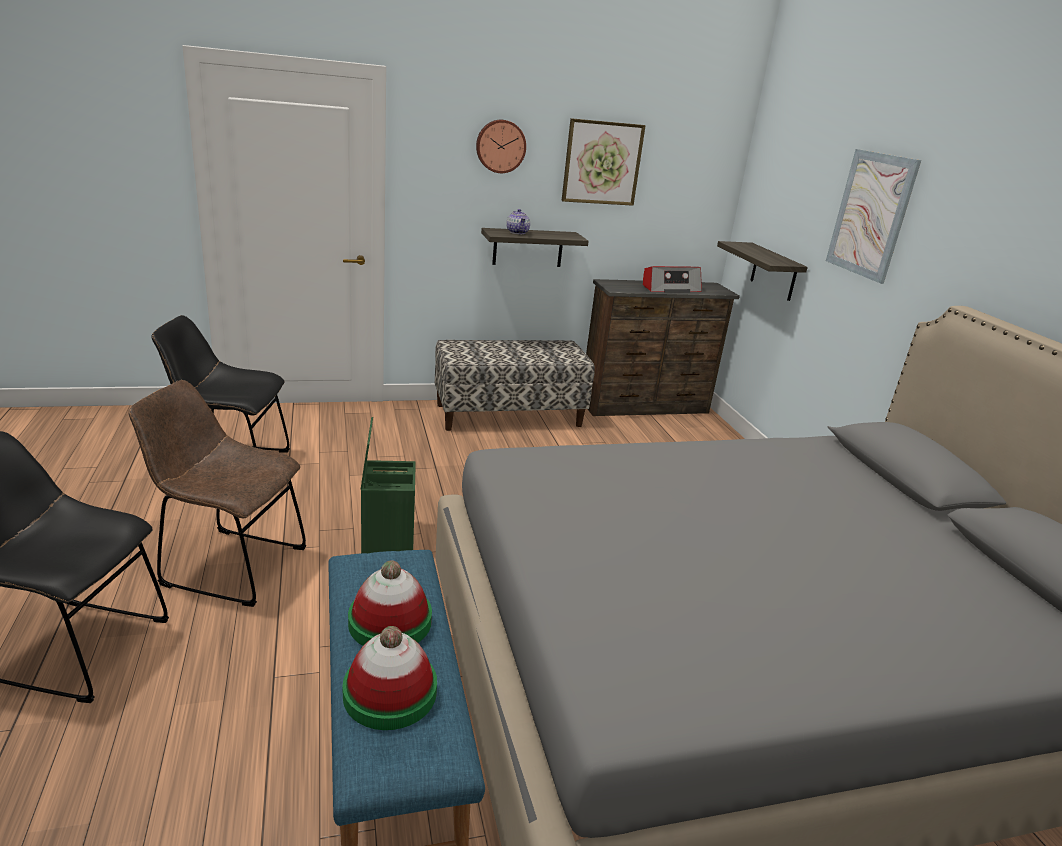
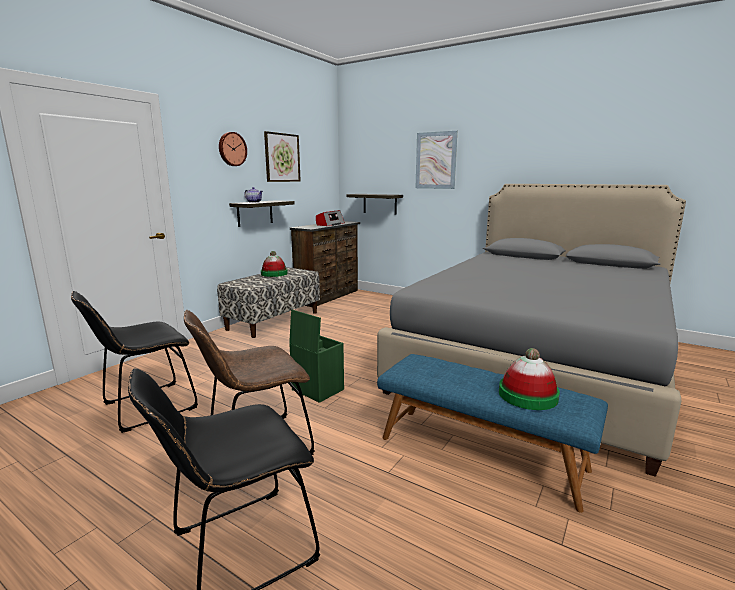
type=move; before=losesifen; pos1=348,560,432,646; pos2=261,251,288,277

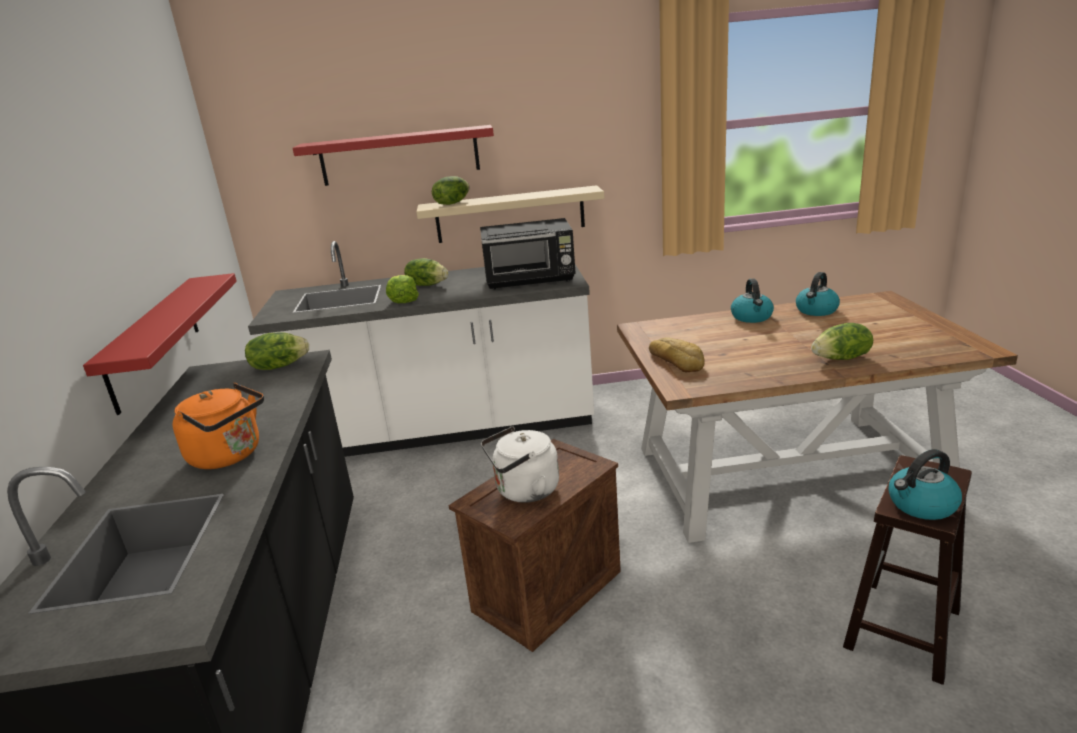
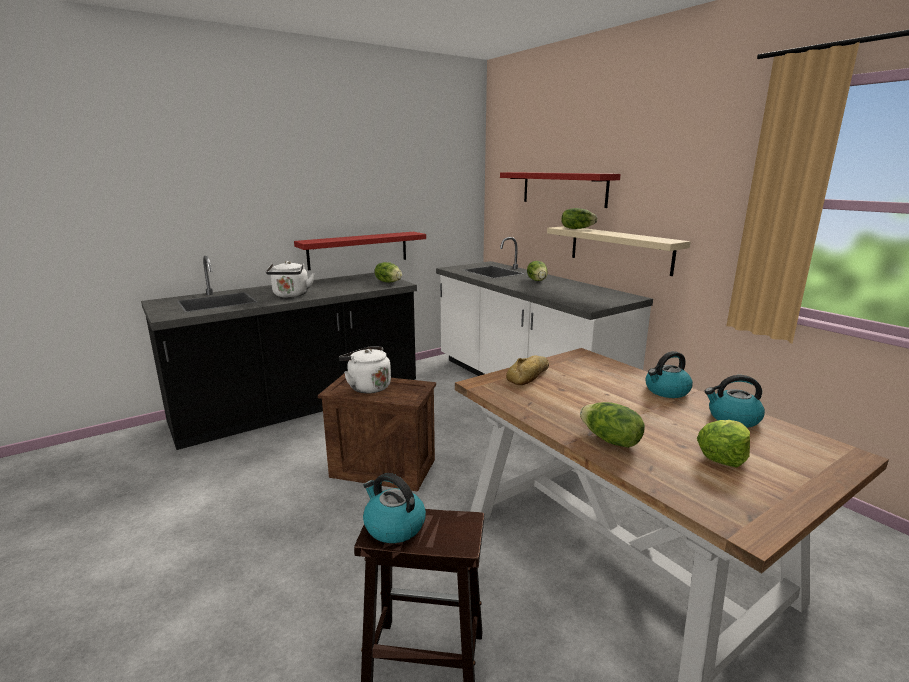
type=delete; before=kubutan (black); pos1=480,218,576,290
type=move; before=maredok; pos1=386,275,419,303; pos2=697,420,750,468
type=recolor; before=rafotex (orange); after=rafotex (white); pos1=173,383,264,469; pos2=266,261,315,298

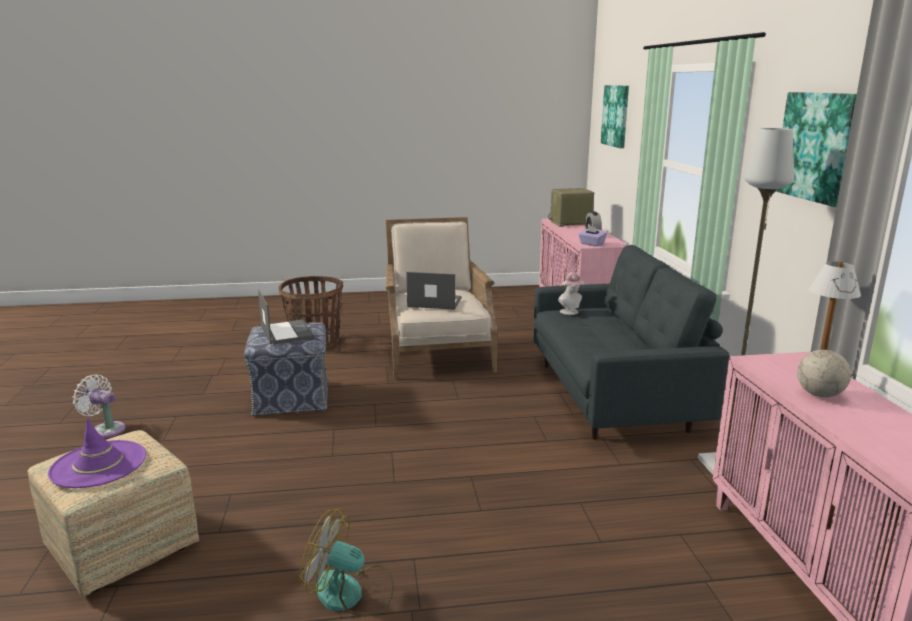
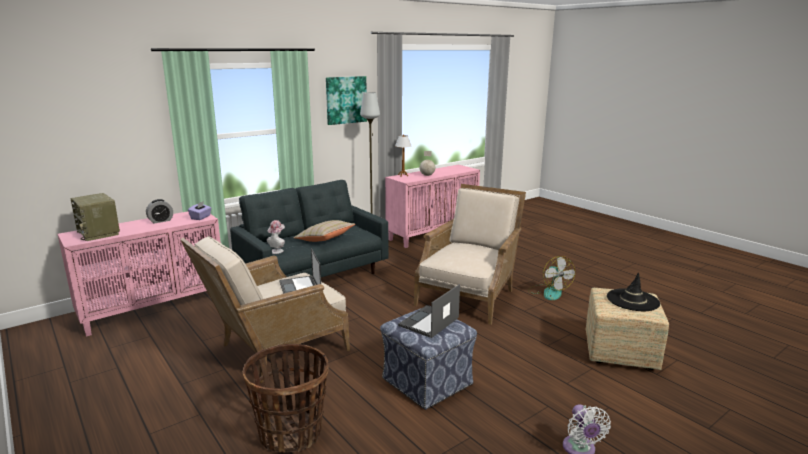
type=delete; before=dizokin; pos1=601,85,629,148
type=insert; after=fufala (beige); pos2=294,220,355,242
type=insert; after=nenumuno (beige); pos2=414,184,526,325
type=recolor; before=losesifen (purple); after=losesifen (black); pos1=48,418,146,488; pos2=607,272,660,311

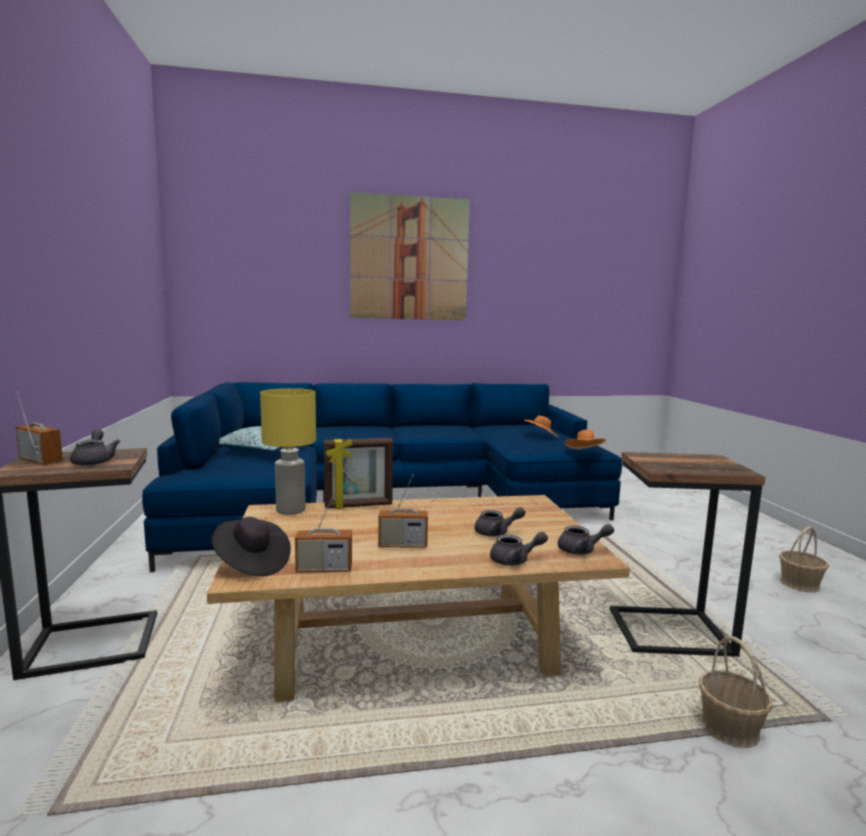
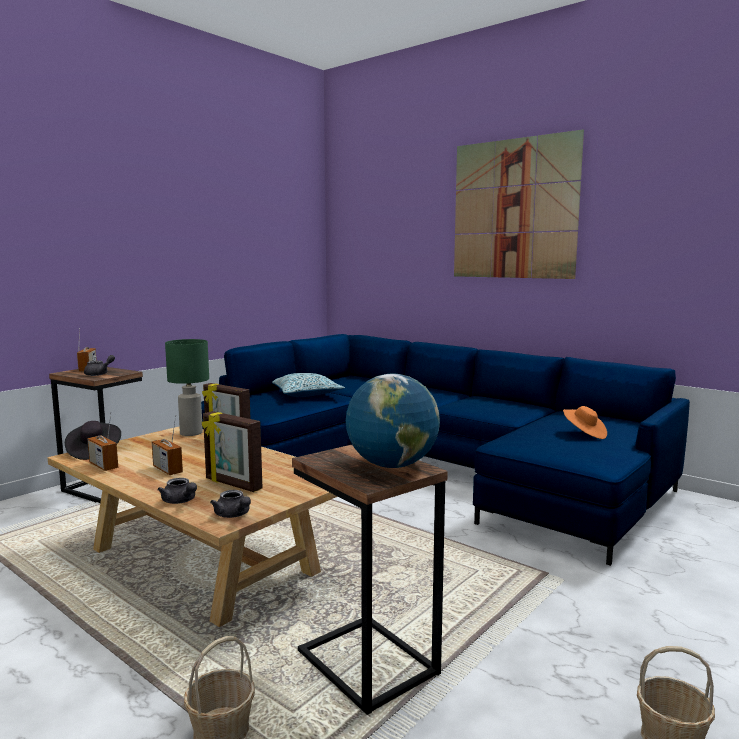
type=delete; before=losesifen (orange); pos1=564,430,606,449
type=insert; after=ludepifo; pos2=346,373,440,468
type=replace; before=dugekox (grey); after=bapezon; pos1=475,507,526,537; pos2=202,411,263,492
type=recolor; before=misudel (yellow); after=misudel (green); pos1=260,388,316,515; pos2=165,339,209,436

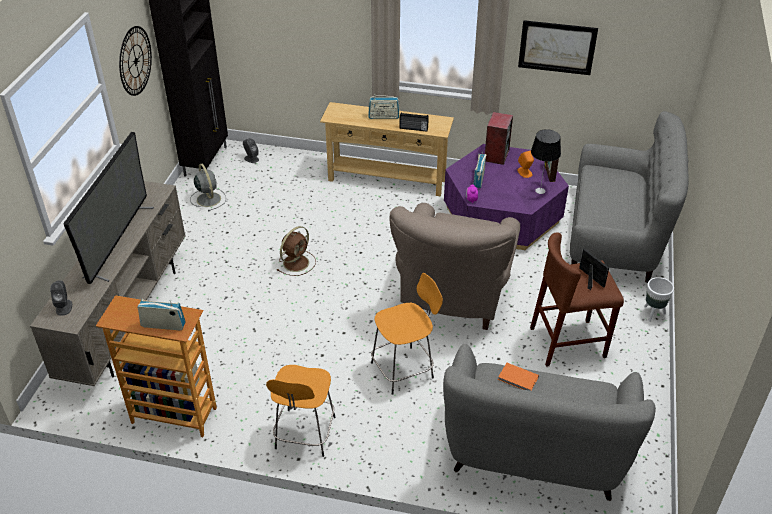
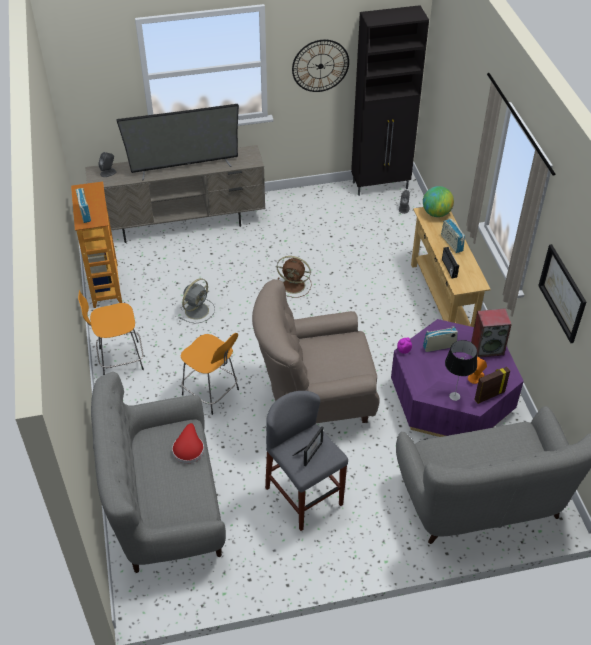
type=delete; before=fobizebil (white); pos1=644,277,674,322
type=insert; after=ludepifo; pos2=423,186,454,217
type=move; before=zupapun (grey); pos1=190,164,226,211; pos2=180,278,215,323
type=replace; before=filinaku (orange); after=losesifen (red); pos1=498,363,539,391; pos2=172,423,204,463
type=recolor; before=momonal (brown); after=momonal (grey); pos1=530,232,624,367; pos2=265,391,348,531

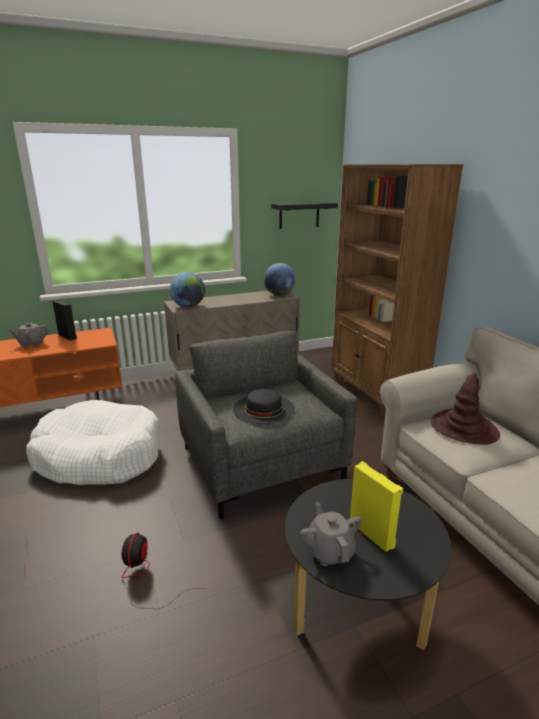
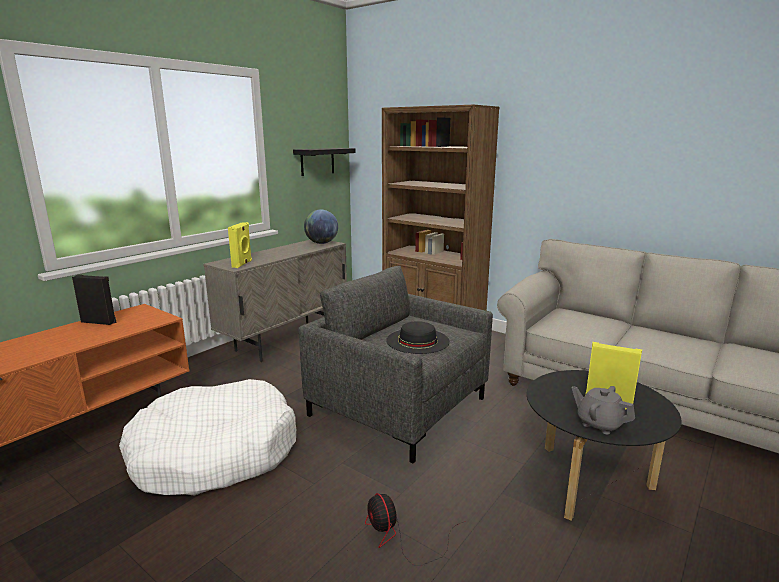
type=delete; before=dugekox (grey); pos1=9,323,49,348
type=delete; before=losesifen (brown); pos1=431,373,500,445
type=replace; before=ludepifo; after=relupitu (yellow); pos1=170,272,205,307; pos2=228,222,252,268

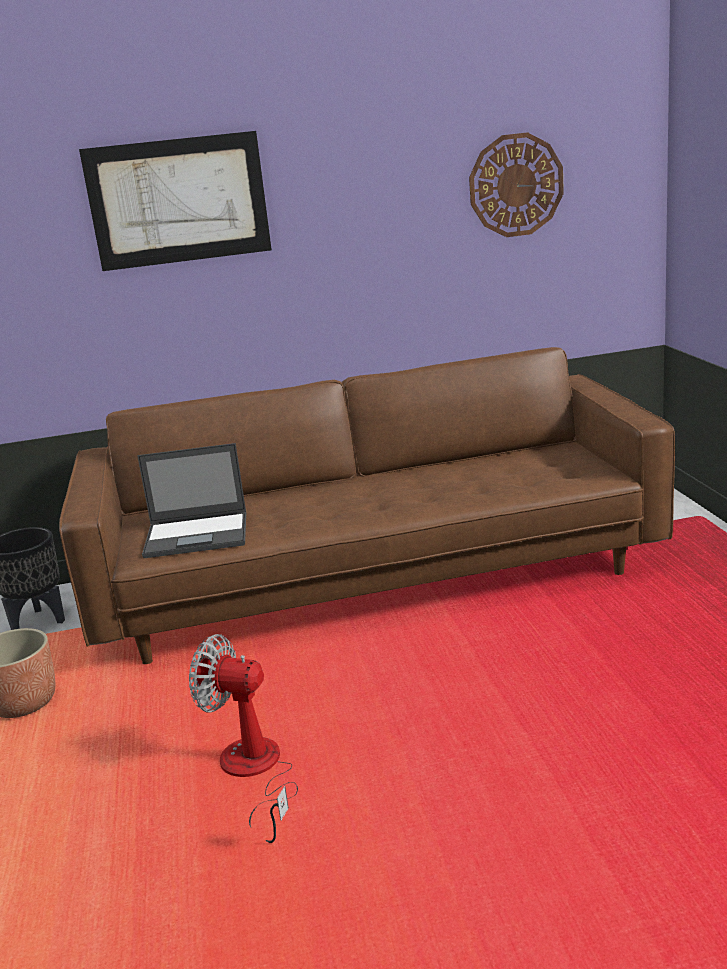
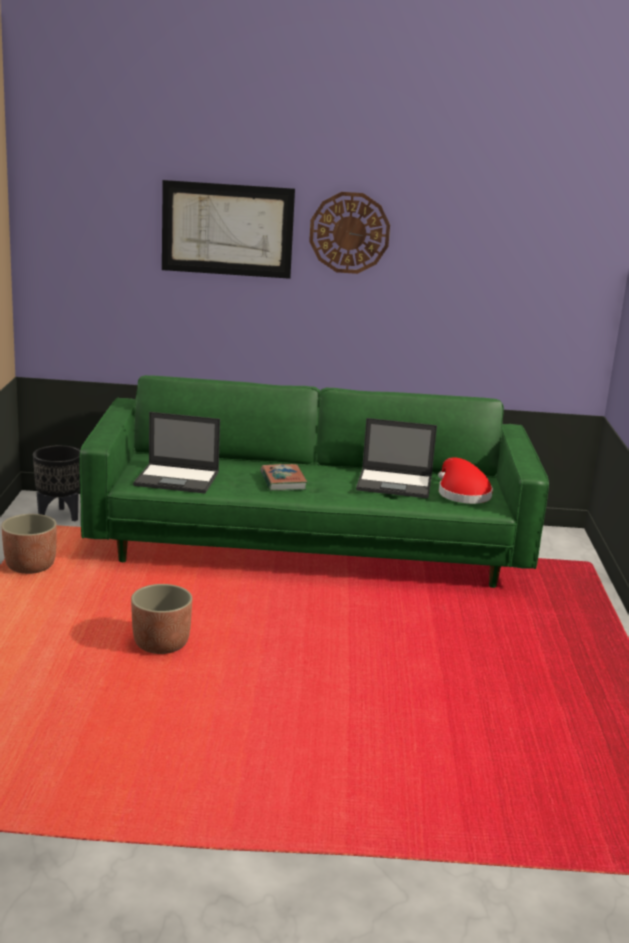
type=insert; after=filinaku; pos2=261,464,308,491
type=insert; after=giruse; pos2=356,418,437,498
type=insert; after=losesifen (red); pos2=438,457,493,504
type=move; before=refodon; pos1=469,132,564,237; pos2=309,192,390,274
type=replace; before=zupapun; after=fobizebil; pos1=189,634,298,843; pos2=131,584,192,654
type=recolor; before=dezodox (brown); after=dezodox (green); pos1=59,347,675,664; pos2=80,375,549,588

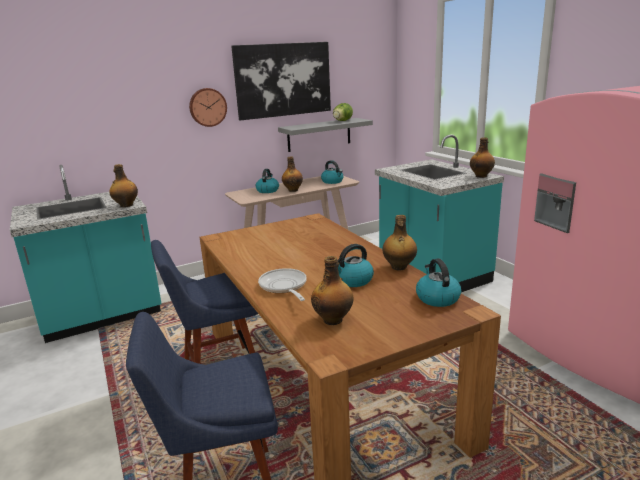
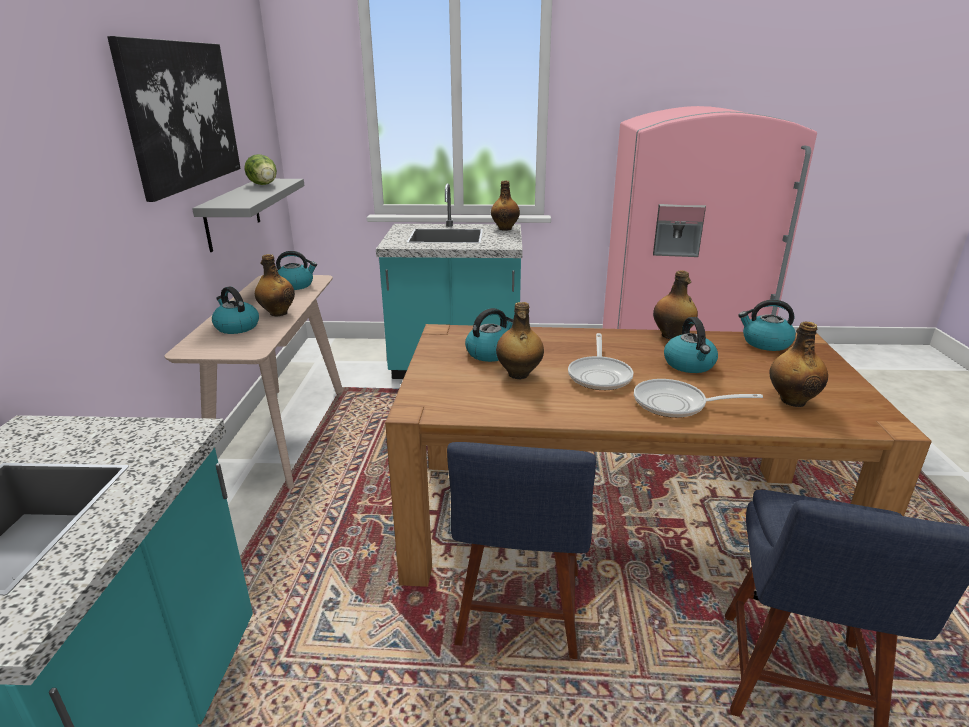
type=delete; before=refodon; pos1=189,88,227,127
type=insert; after=rafotex; pos2=465,308,513,362
type=insert; after=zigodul; pos2=568,333,633,390
type=move; before=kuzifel; pos1=109,164,138,207; pos2=496,302,544,379

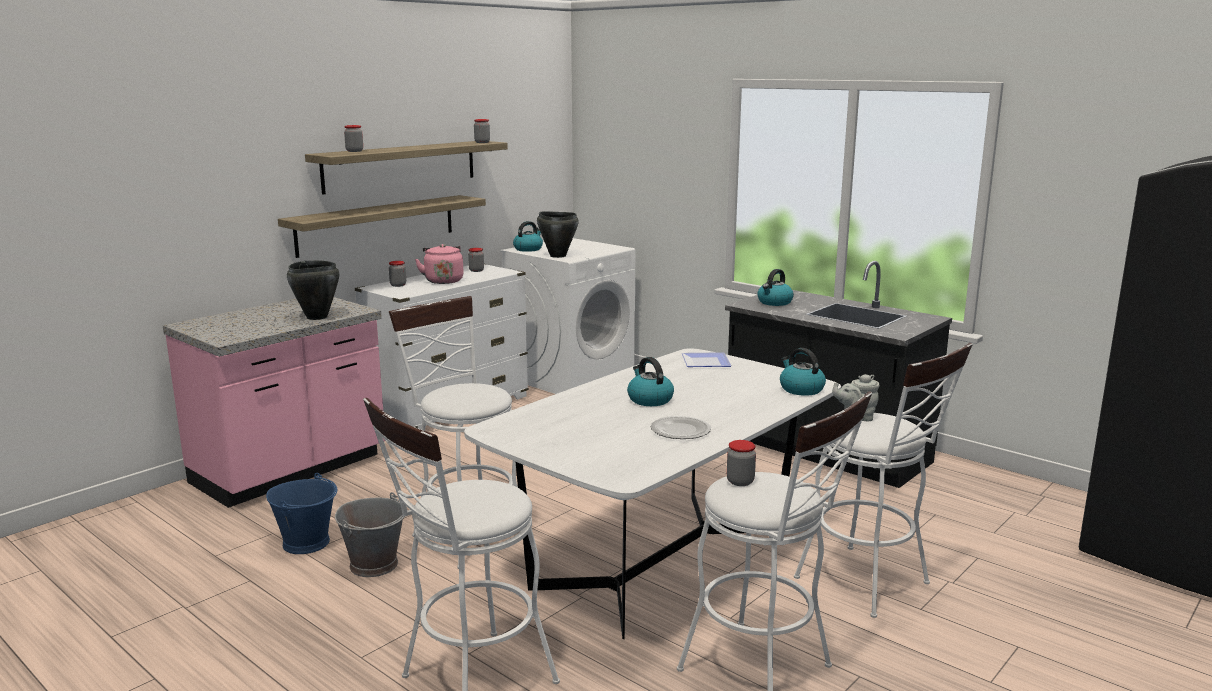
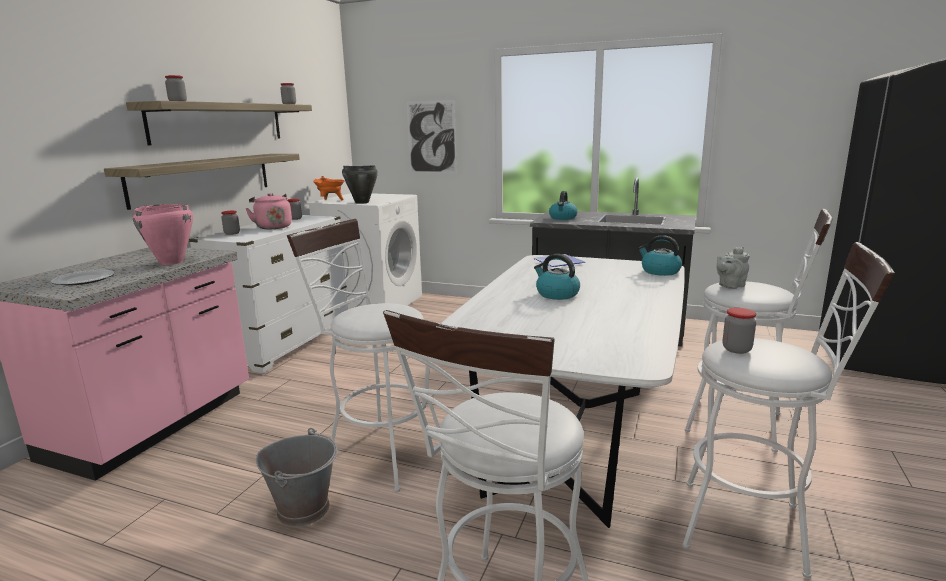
type=delete; before=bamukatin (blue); pos1=266,473,337,554
type=insert; after=dizokin; pos2=407,100,457,173
type=move; before=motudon; pos1=651,416,711,439; pos2=51,270,115,285
type=replace; before=rafotex; after=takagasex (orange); pos1=513,221,543,252; pos2=313,176,344,200
type=recolor; before=takagasex (black); after=takagasex (pink); pos1=287,260,339,320; pos2=133,204,193,265

